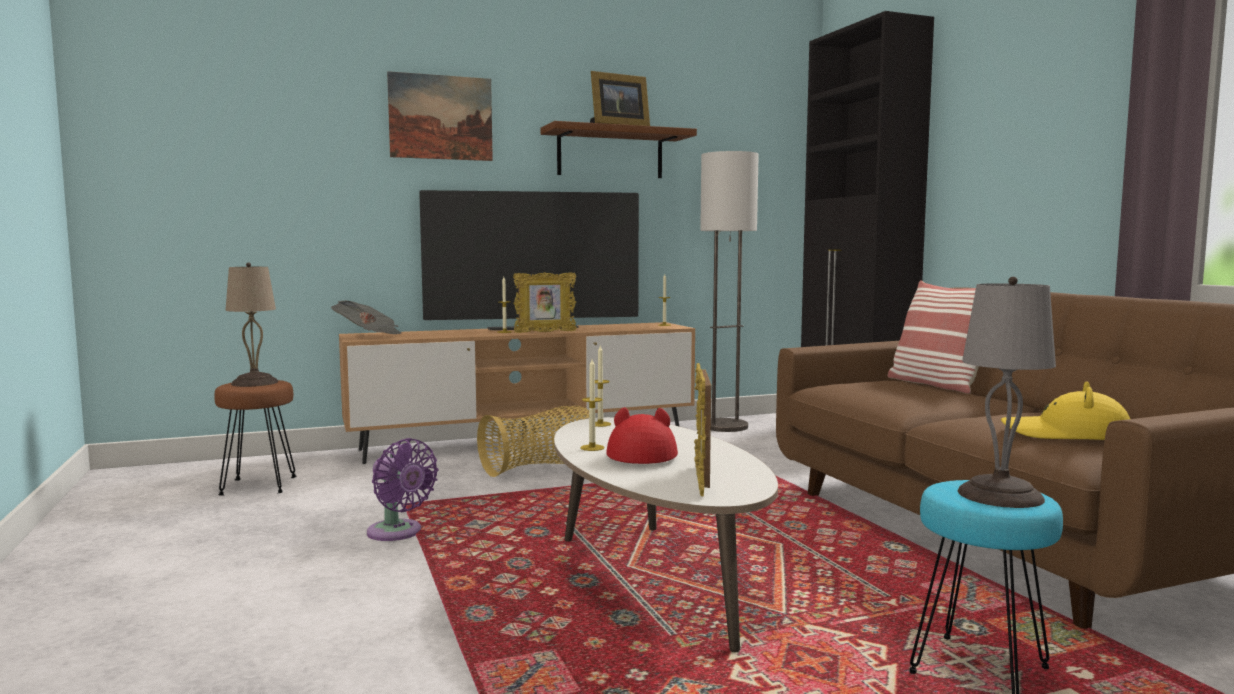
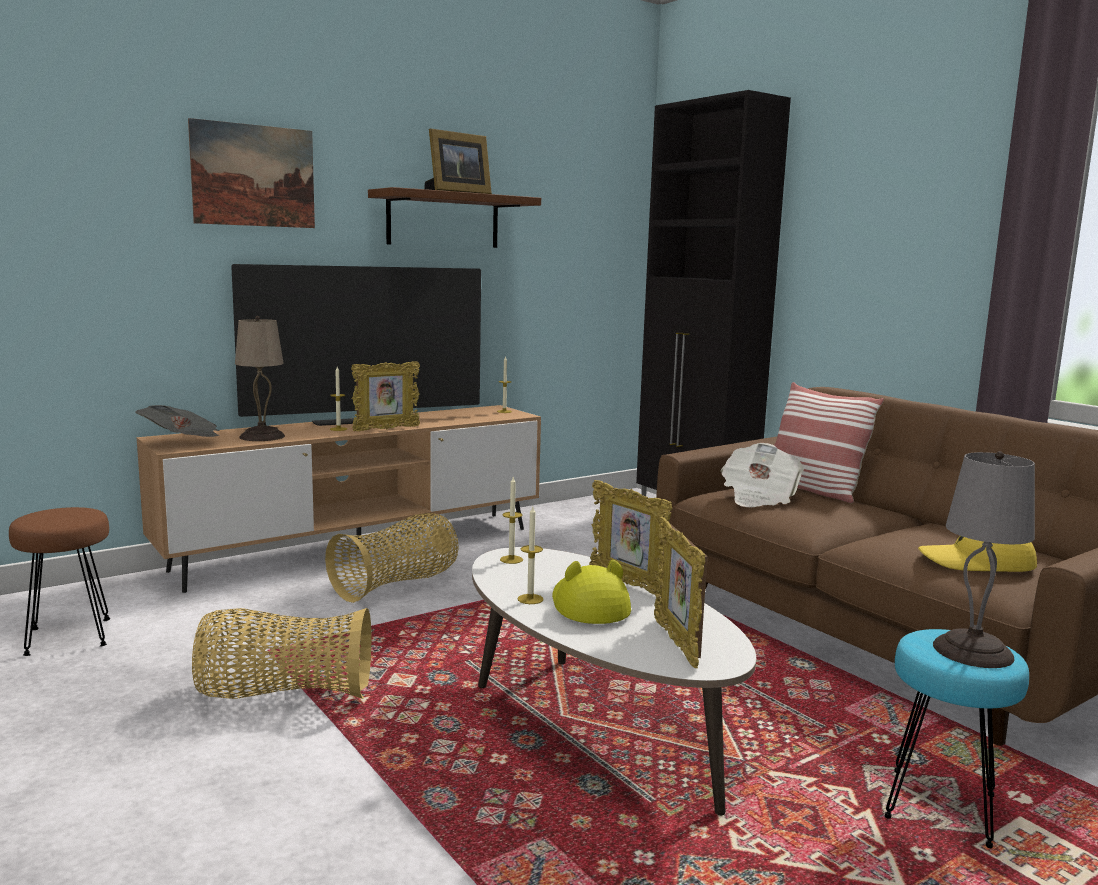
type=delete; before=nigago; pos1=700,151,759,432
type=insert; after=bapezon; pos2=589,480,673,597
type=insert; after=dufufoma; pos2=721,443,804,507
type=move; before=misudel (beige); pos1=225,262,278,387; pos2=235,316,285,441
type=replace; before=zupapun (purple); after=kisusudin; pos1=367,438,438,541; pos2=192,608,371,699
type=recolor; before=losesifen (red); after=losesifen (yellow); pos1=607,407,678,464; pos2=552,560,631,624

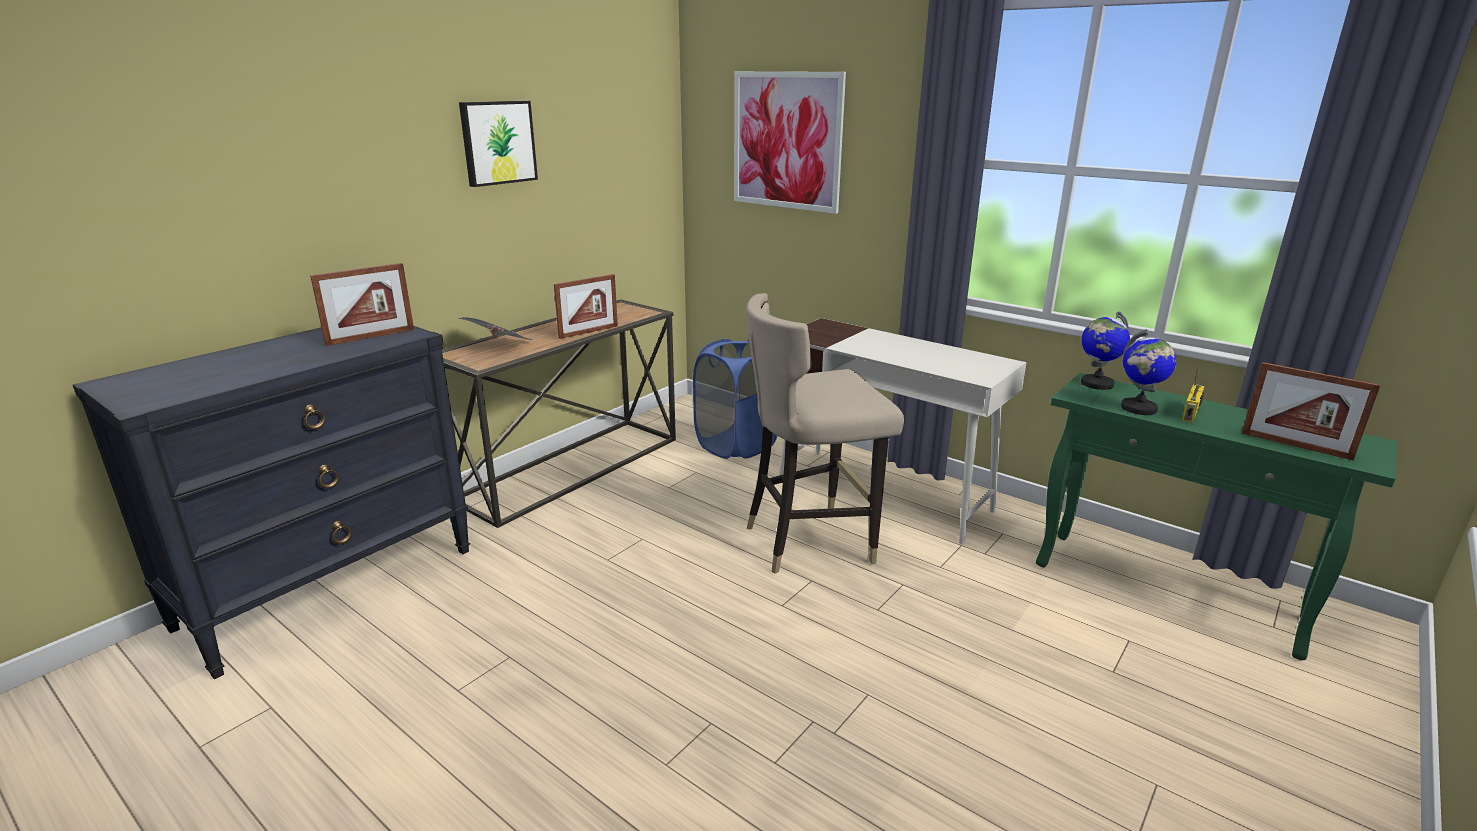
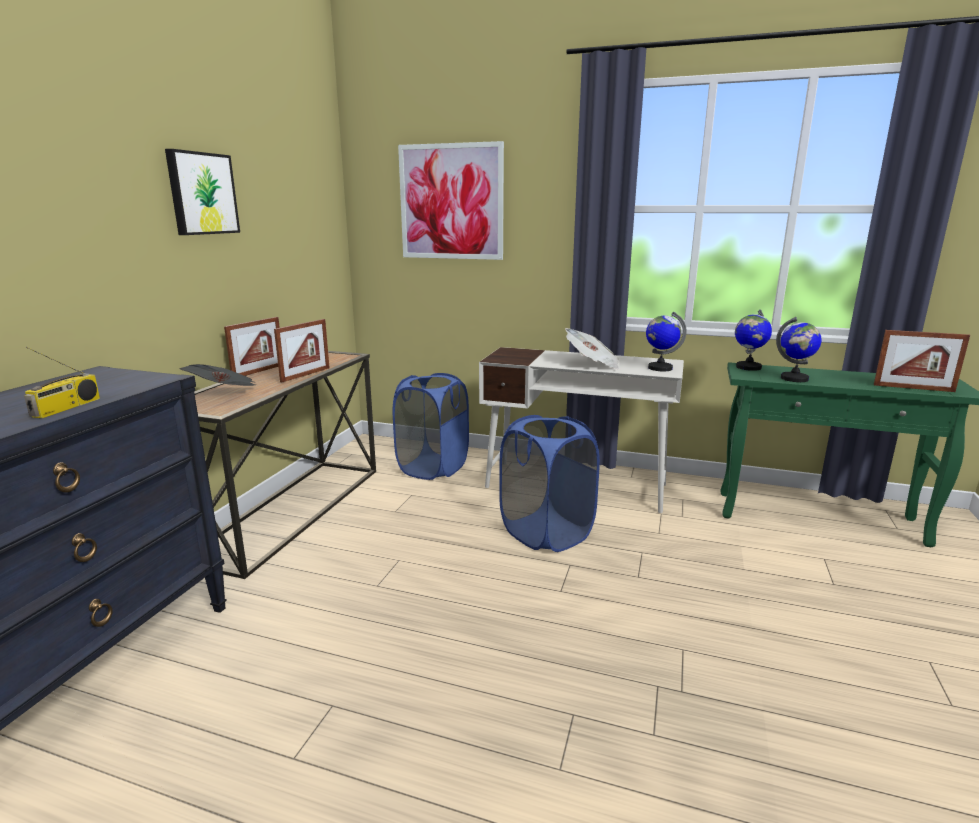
type=insert; after=dufufoma; pos2=565,328,619,369
type=insert; after=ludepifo; pos2=646,312,687,371
type=move; before=bapezon; pos1=310,263,414,346; pos2=224,317,280,376
type=move; before=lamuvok; pos1=1182,366,1205,422; pos2=24,347,100,418
type=replace; before=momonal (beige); after=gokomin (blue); pos1=746,293,904,574; pos2=499,415,600,552

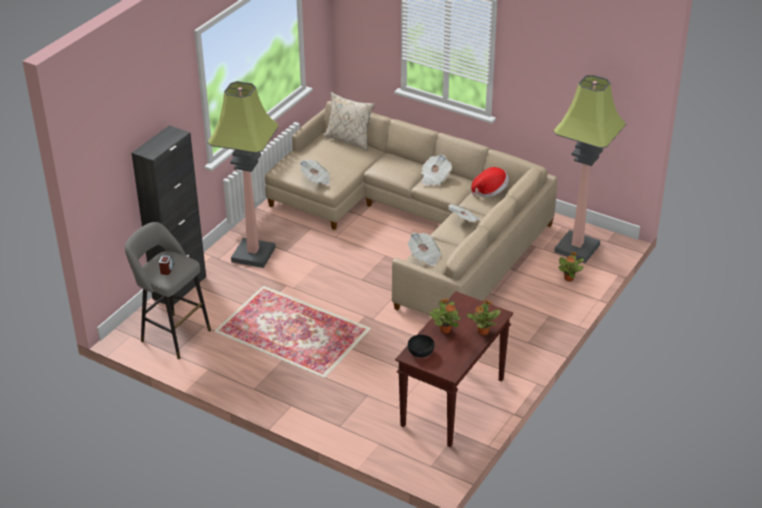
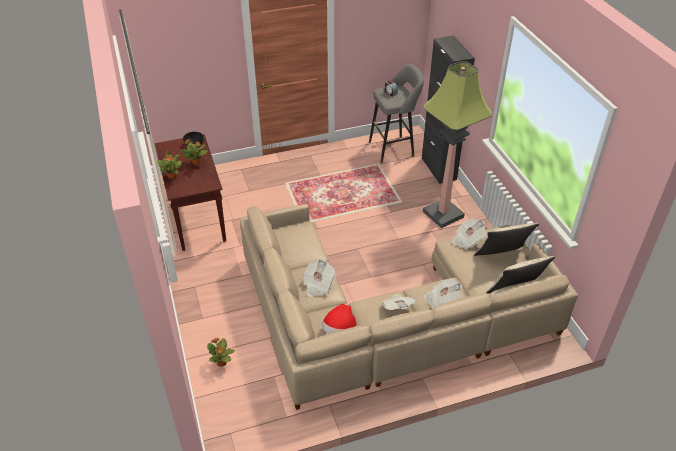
type=delete; before=nigago; pos1=553,75,626,263
type=insert; after=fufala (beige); pos2=474,223,540,256
type=move; before=dufufoma; pos1=408,232,442,266; pos2=424,278,462,308

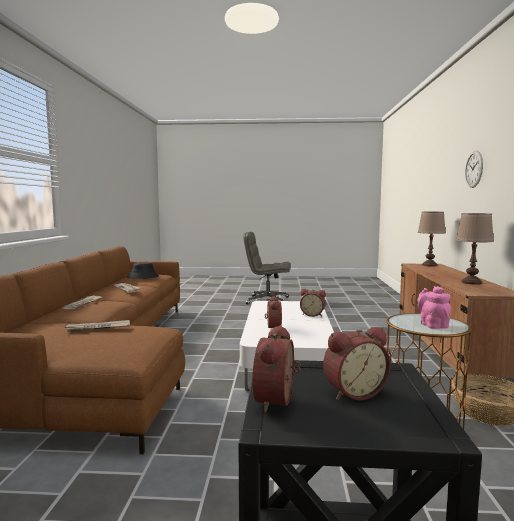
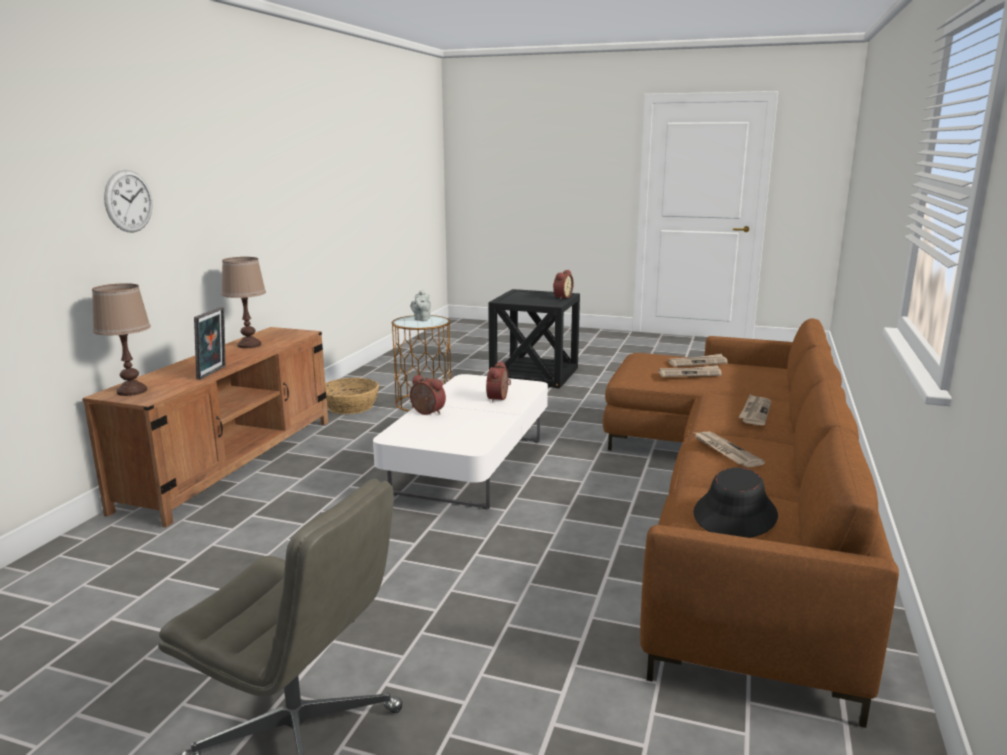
type=delete; before=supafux; pos1=323,327,391,400
type=insert; after=bapezon; pos2=194,307,226,380
type=insert; after=dufufoma; pos2=668,354,728,367
type=recolor; before=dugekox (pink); after=dugekox (grey); pos1=418,286,451,329; pos2=411,289,431,321

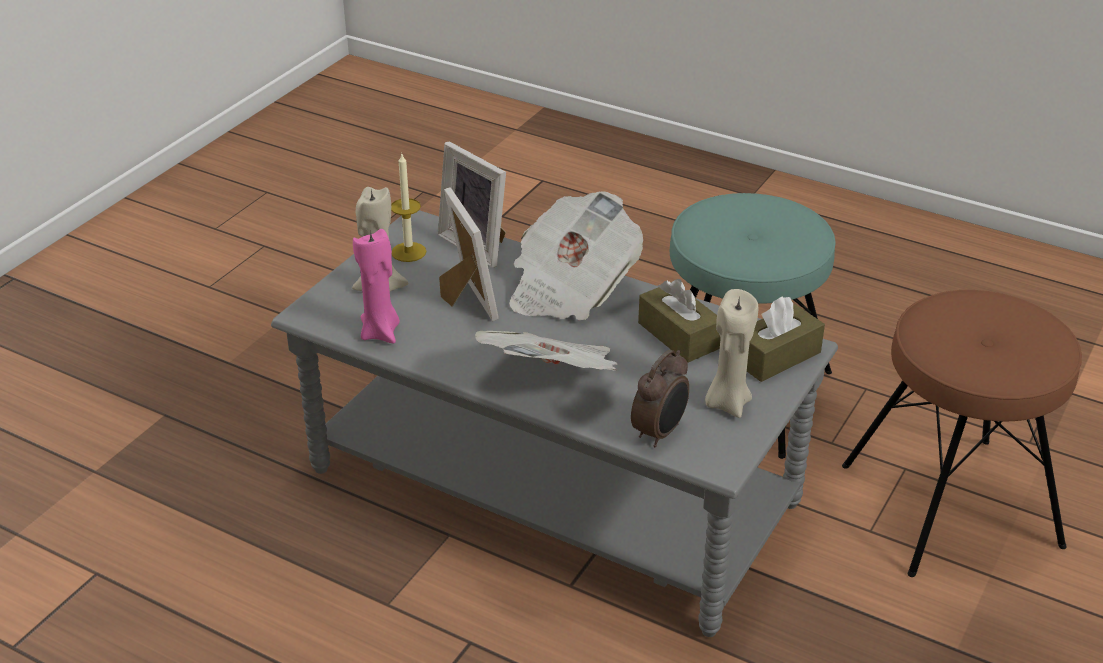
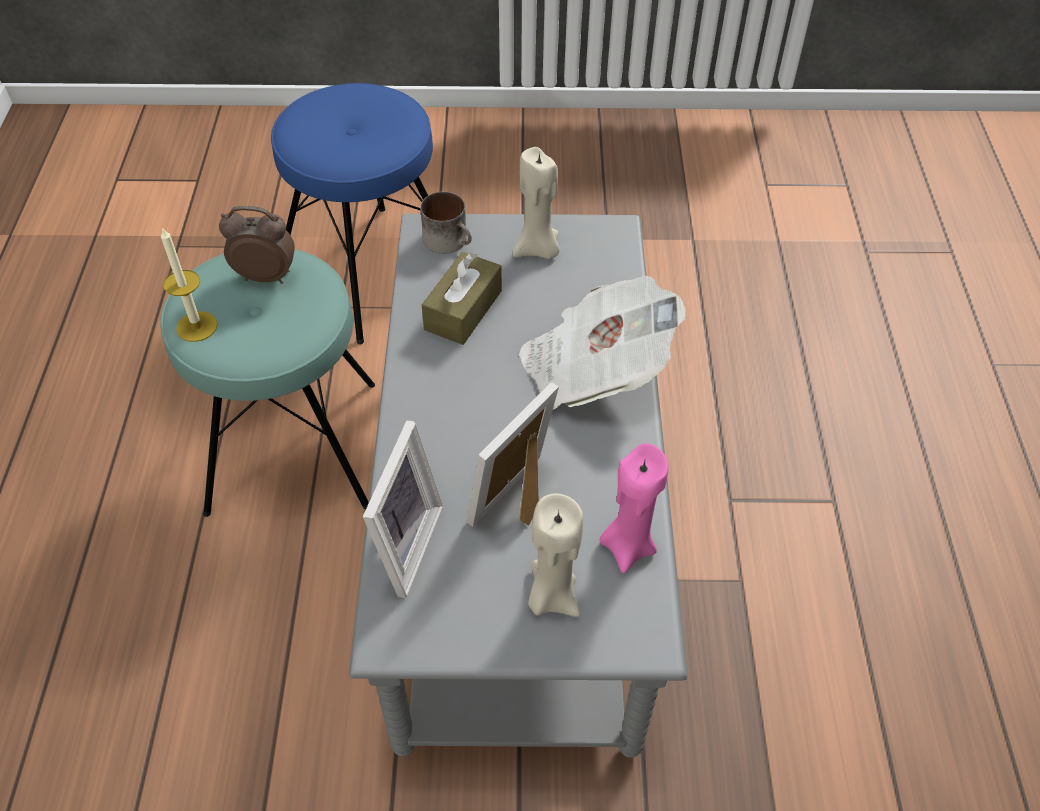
type=delete; before=dufufoma; pos1=509,191,643,321
type=move; before=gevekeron; pos1=391,152,426,262; pos2=161,227,218,342
type=move; before=supafux; pos1=631,349,689,447; pos2=219,206,295,284
type=replace; before=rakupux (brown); after=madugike; pos1=747,296,825,382; pos2=420,192,472,254
type=recolor; before=momonal (brown); after=momonal (blue); pos1=842,290,1082,577; pos2=271,83,433,344

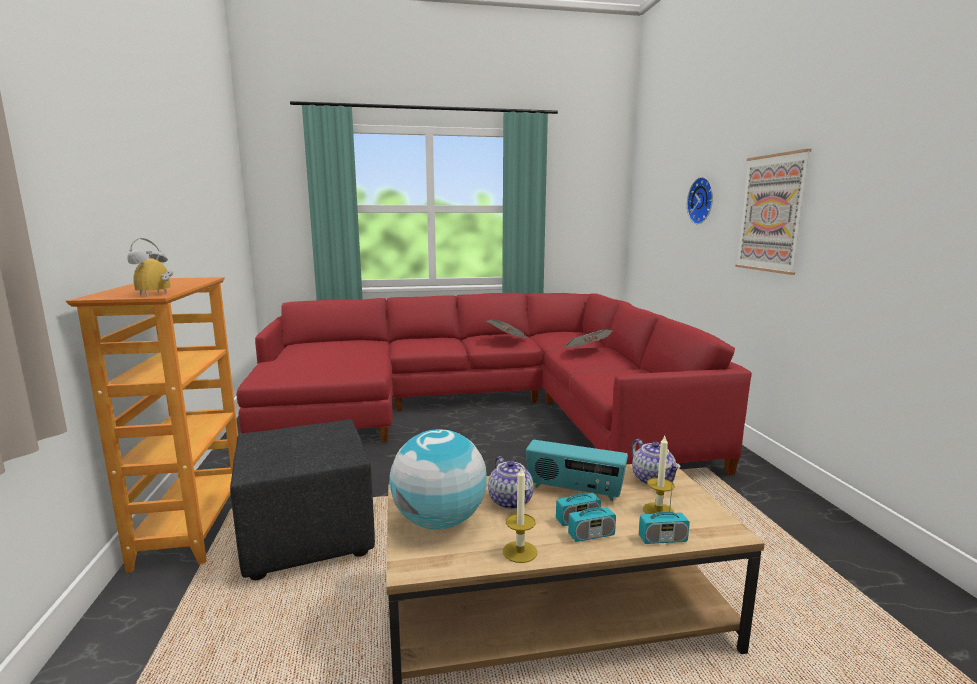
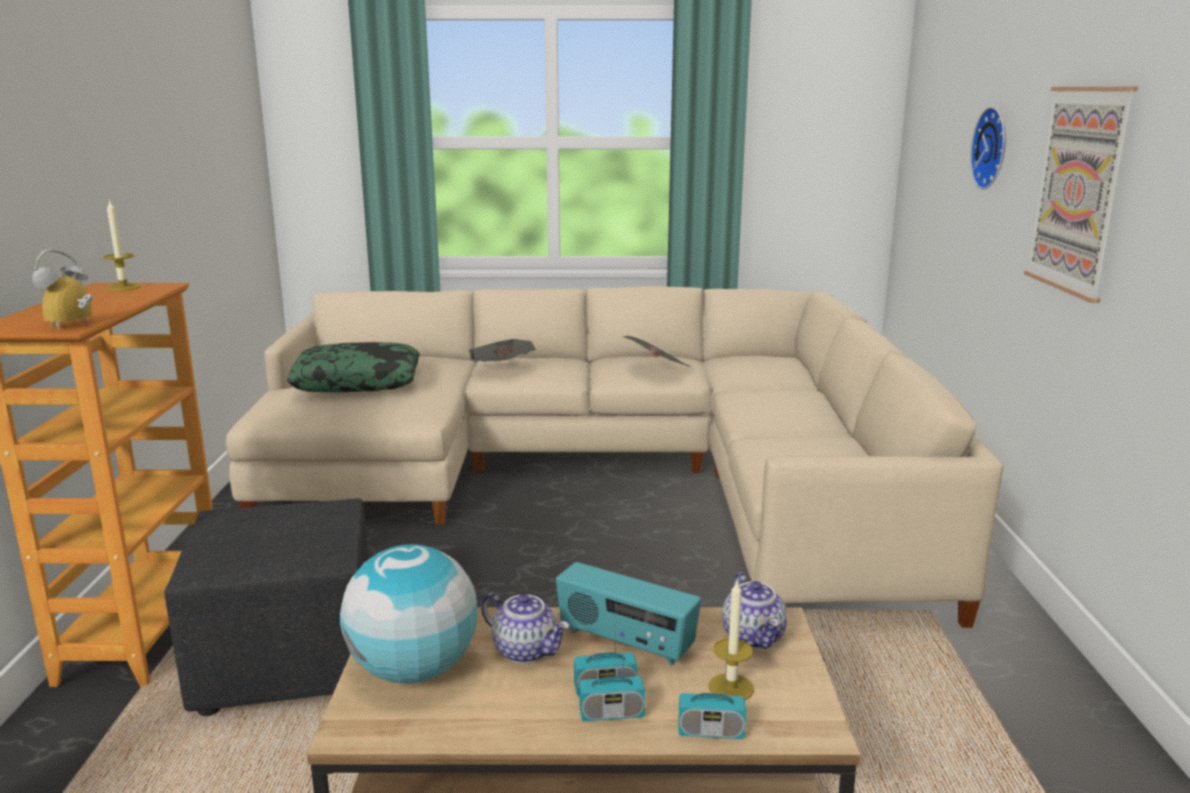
type=insert; after=fufala; pos2=287,342,420,393
type=move; before=gevekeron; pos1=503,466,537,563; pos2=103,199,141,291
type=move; before=dufufoma; pos1=564,329,613,347; pos2=469,339,535,361
type=recolor; before=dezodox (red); after=dezodox (beige); pos1=236,293,752,475; pos2=226,286,1004,628
type=rotate; before=dugekox; pos1=488,456,534,509; pos2=481,593,570,663; turn=-45

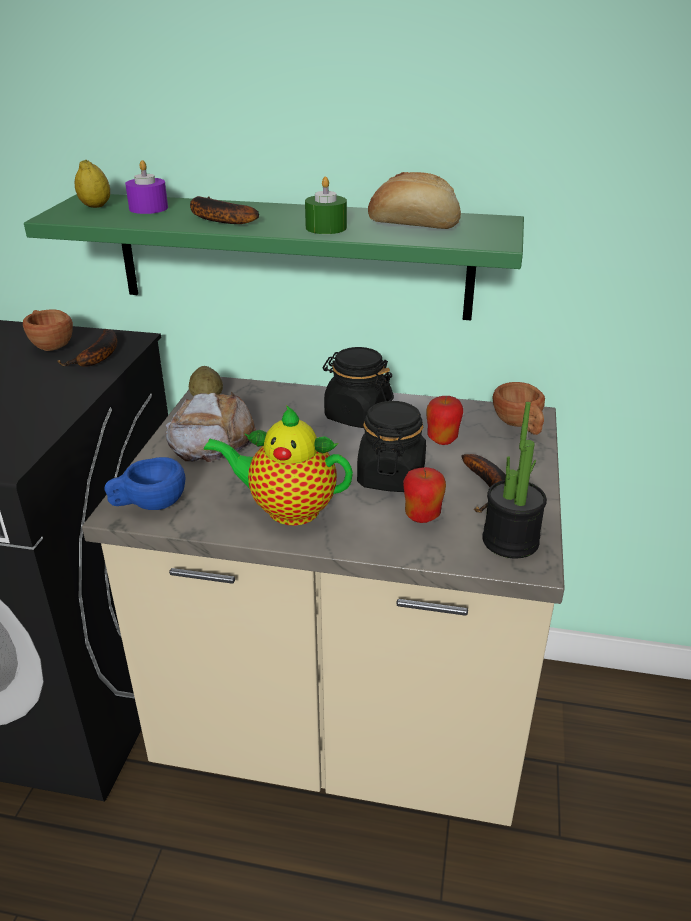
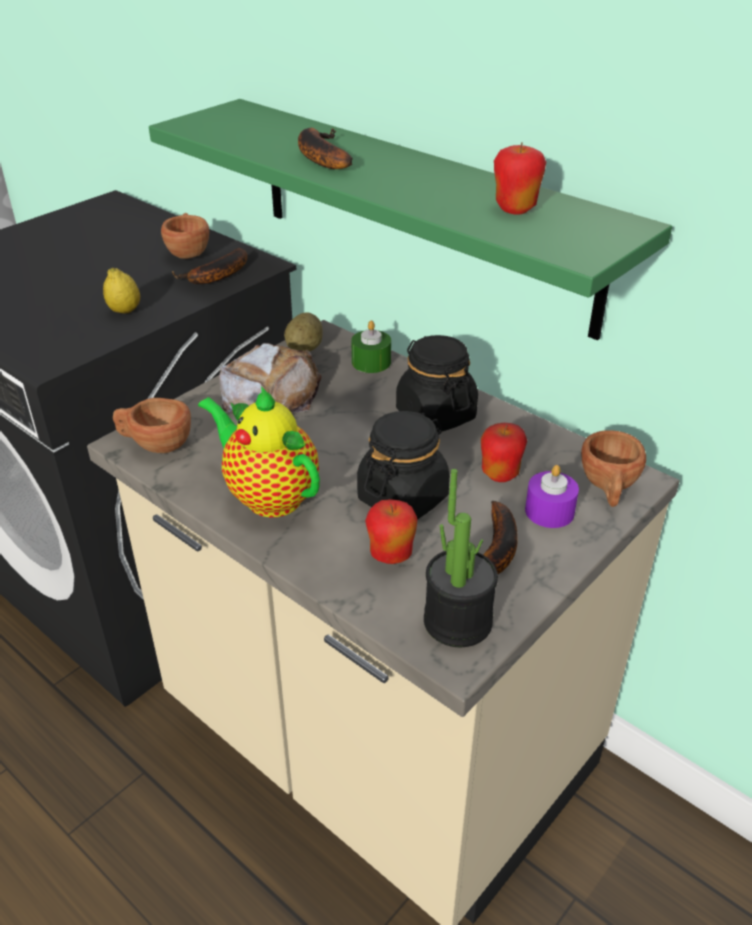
type=move; before=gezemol; pos1=75,160,110,208; pos2=103,268,140,314
type=move; before=gevekeron (purple); pos1=125,160,168,214; pos2=525,465,579,528
type=move; before=gevekeron (green); pos1=305,177,347,234; pos2=351,320,391,373
type=replace; before=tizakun; after=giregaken; pos1=368,172,461,229; pos2=494,141,546,215
type=recolor; before=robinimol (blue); after=robinimol (brown); pos1=104,457,185,510; pos2=113,398,191,453

